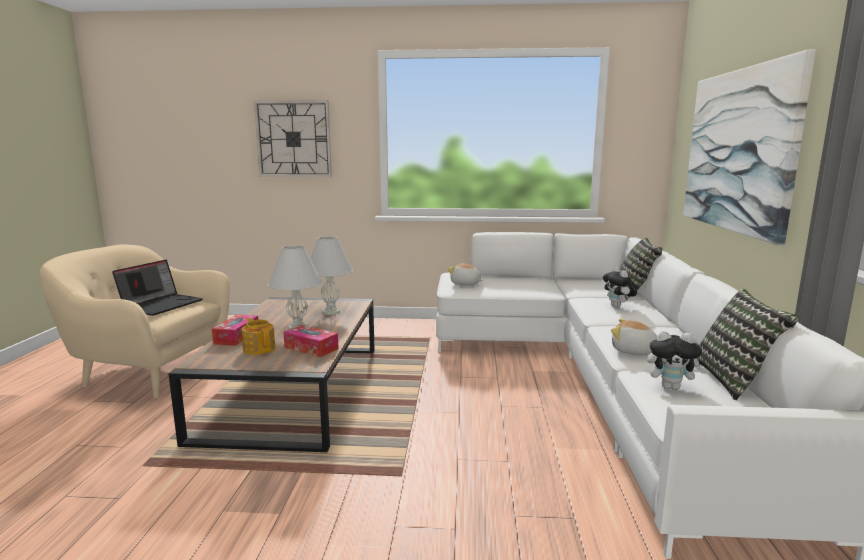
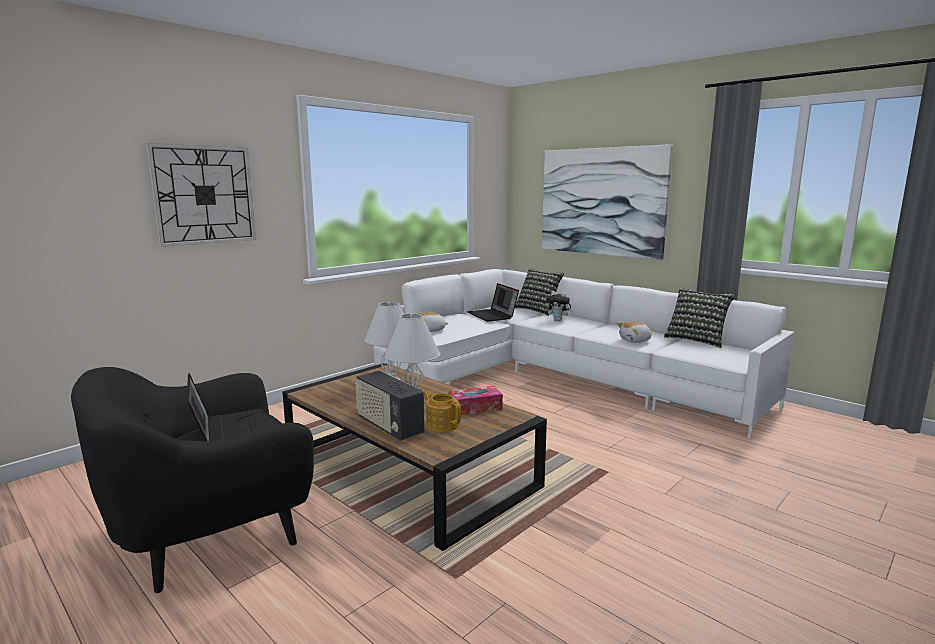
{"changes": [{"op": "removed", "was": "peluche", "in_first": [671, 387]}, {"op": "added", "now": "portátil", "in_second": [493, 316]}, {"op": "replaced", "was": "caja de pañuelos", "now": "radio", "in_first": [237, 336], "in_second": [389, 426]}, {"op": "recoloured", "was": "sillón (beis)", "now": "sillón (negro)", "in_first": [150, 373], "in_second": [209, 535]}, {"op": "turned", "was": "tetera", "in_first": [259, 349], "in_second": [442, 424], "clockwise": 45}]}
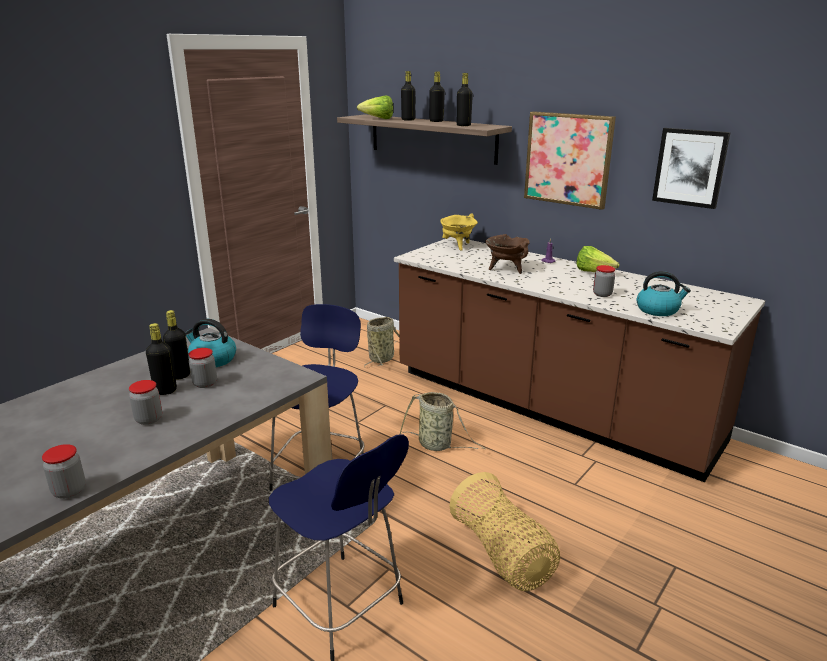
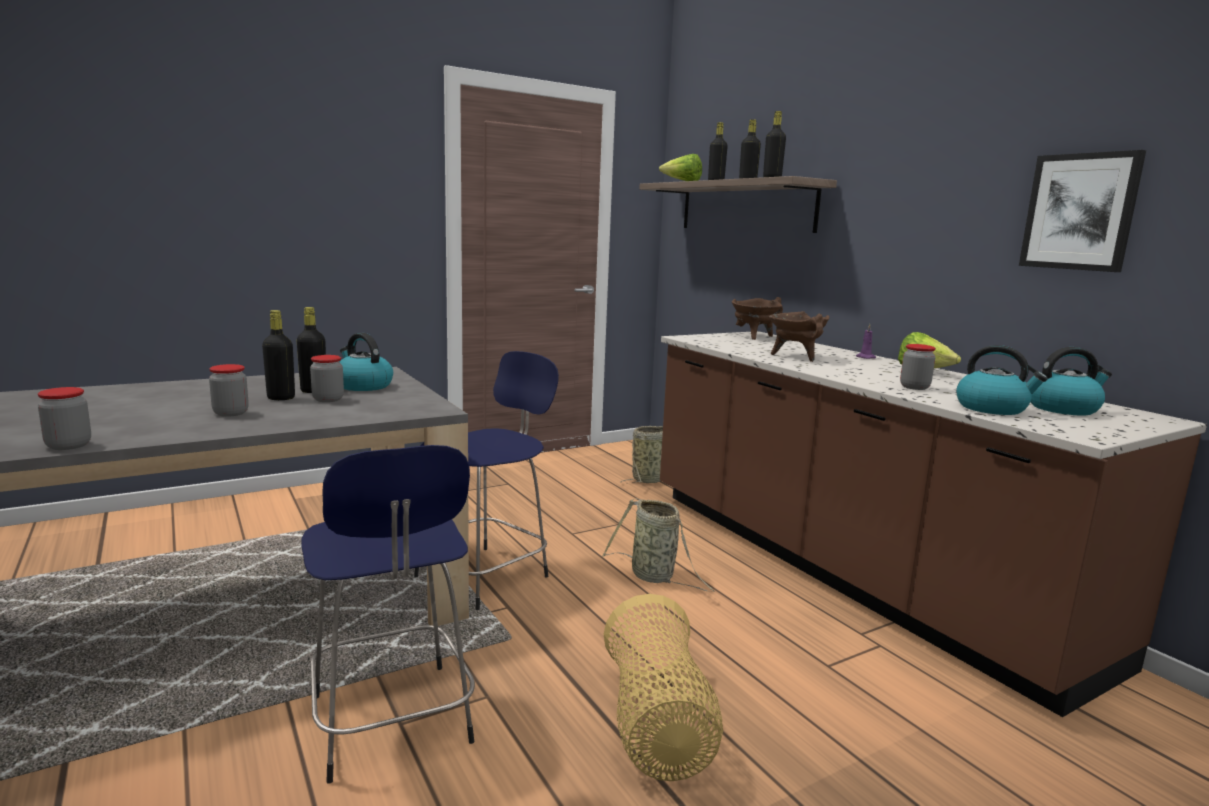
{"changes": [{"op": "removed", "was": "cuadro", "in_first": [568, 159]}, {"op": "added", "now": "hervidor", "in_second": [1063, 409]}, {"op": "recoloured", "was": "olla (amarillo)", "now": "olla (marrón)", "in_first": [457, 246], "in_second": [753, 337]}]}
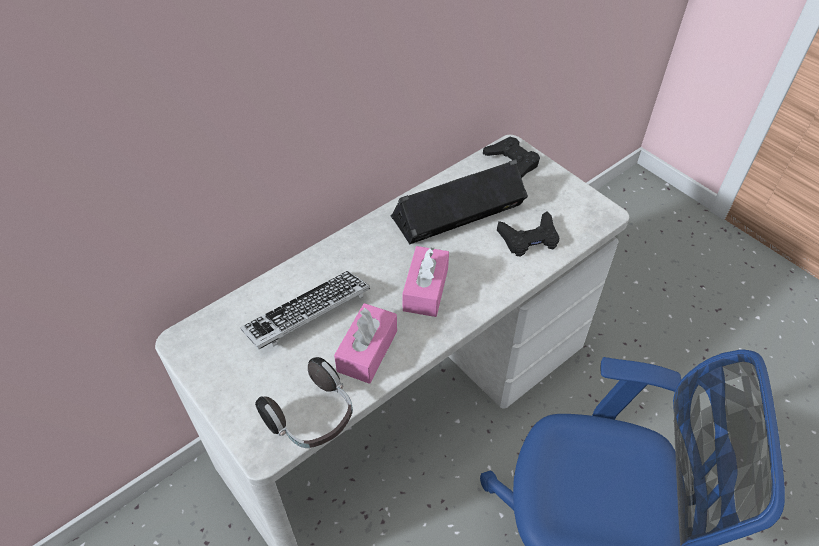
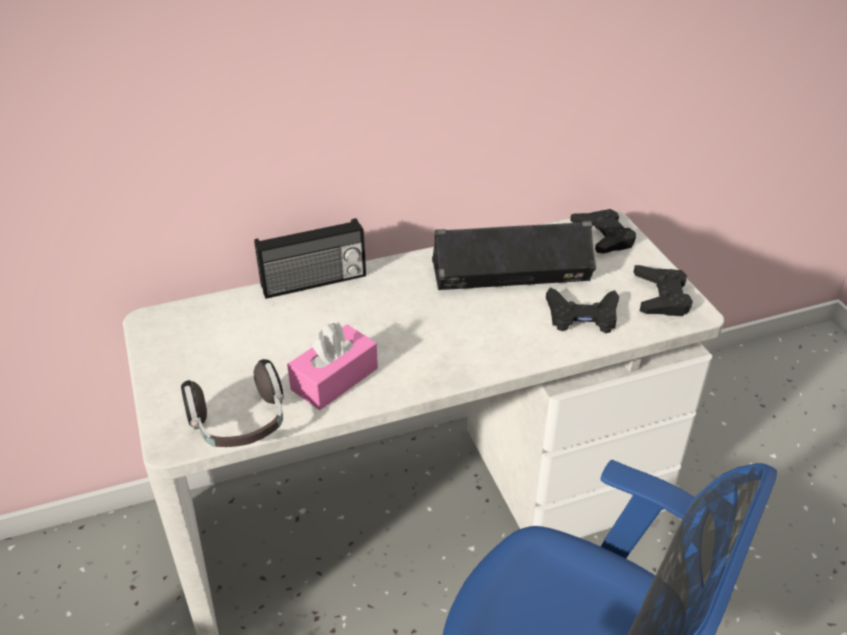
{"changes": [{"op": "removed", "was": "teclado", "in_first": [307, 314]}, {"op": "removed", "was": "caja de pañuelos (rosa)", "in_first": [425, 289]}, {"op": "added", "now": "radio", "in_second": [314, 283]}, {"op": "added", "now": "mando de consola (negro)", "in_second": [661, 297]}]}
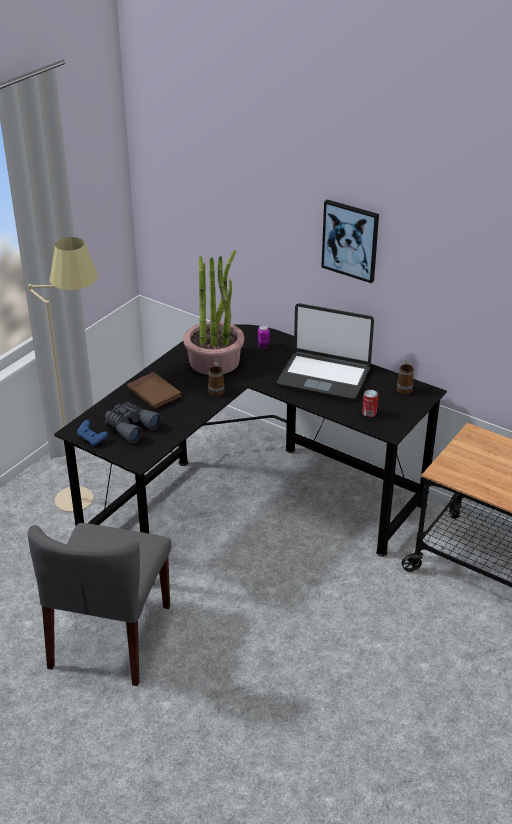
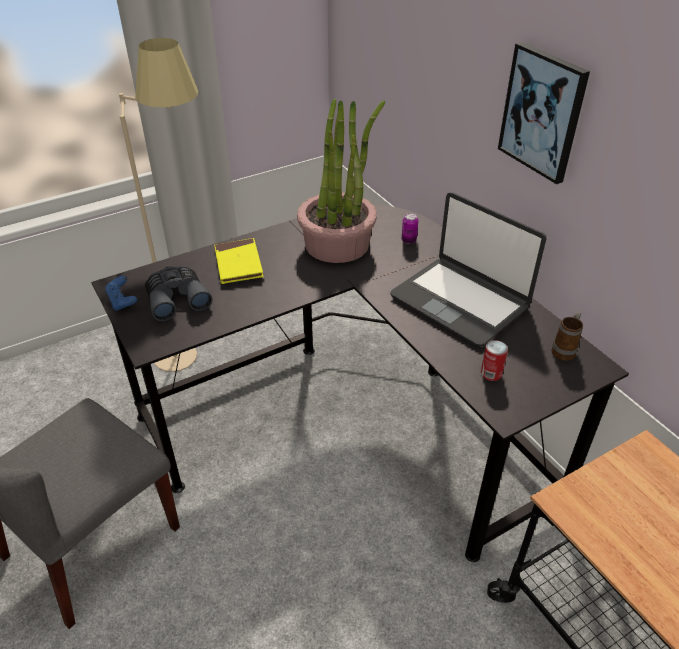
{"changes": [{"op": "removed", "was": "taza grande", "in_first": [216, 389]}, {"op": "recoloured", "was": "libro (marrón)", "now": "libro (amarillo)", "in_first": [154, 393], "in_second": [238, 264]}]}
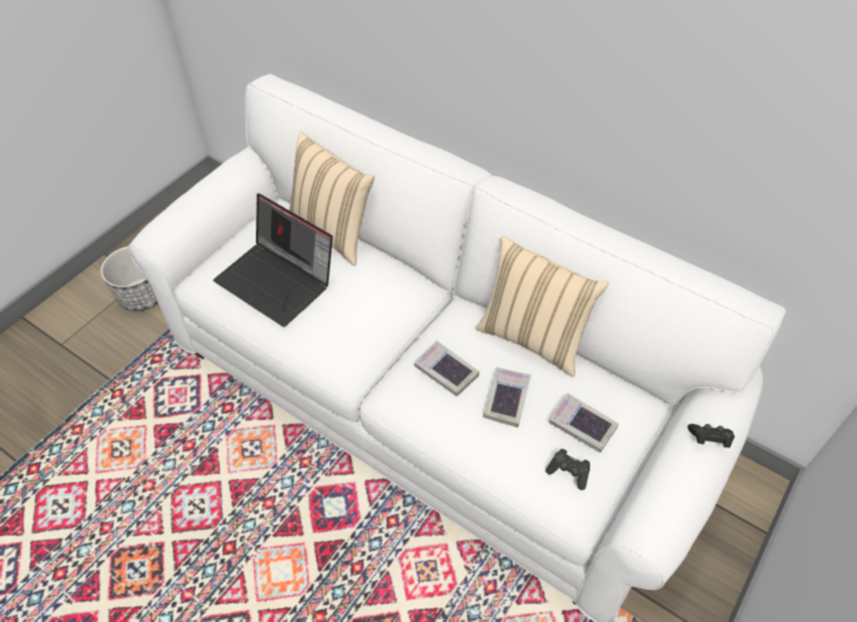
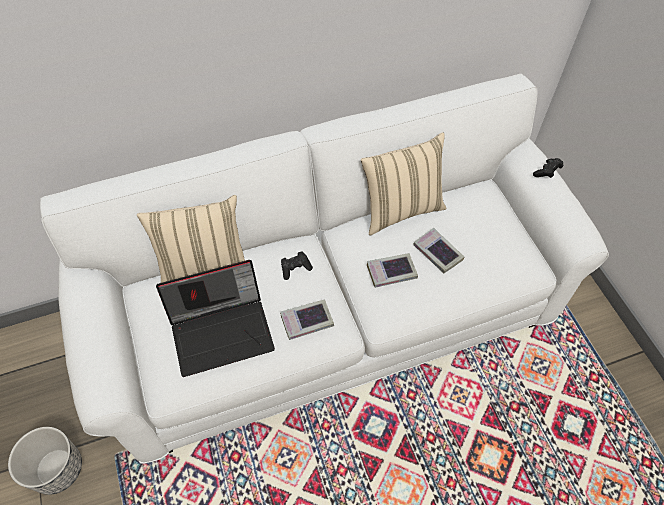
{"changes": [{"op": "moved", "was": "mando de consola (negro)", "in_first": [568, 472], "in_second": [295, 268]}, {"op": "moved", "was": "libro", "in_first": [582, 426], "in_second": [307, 321]}]}
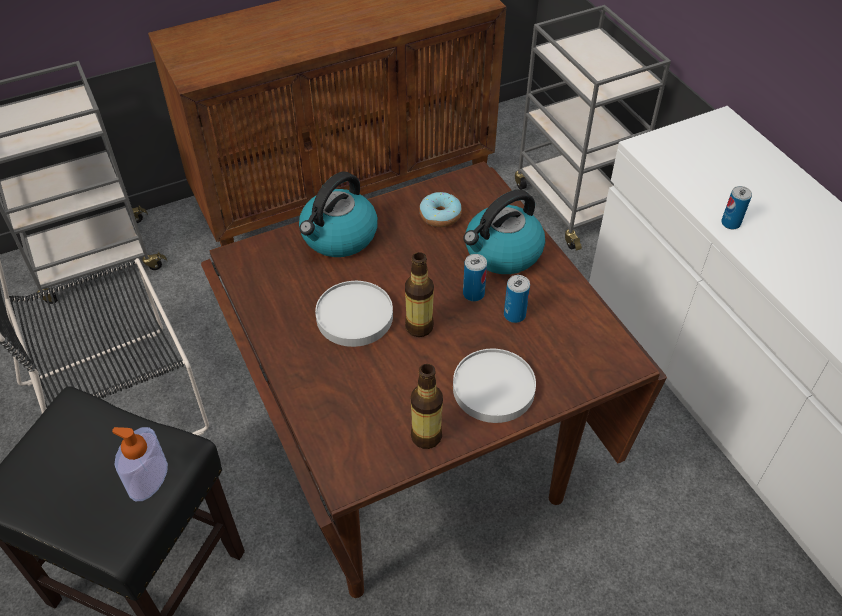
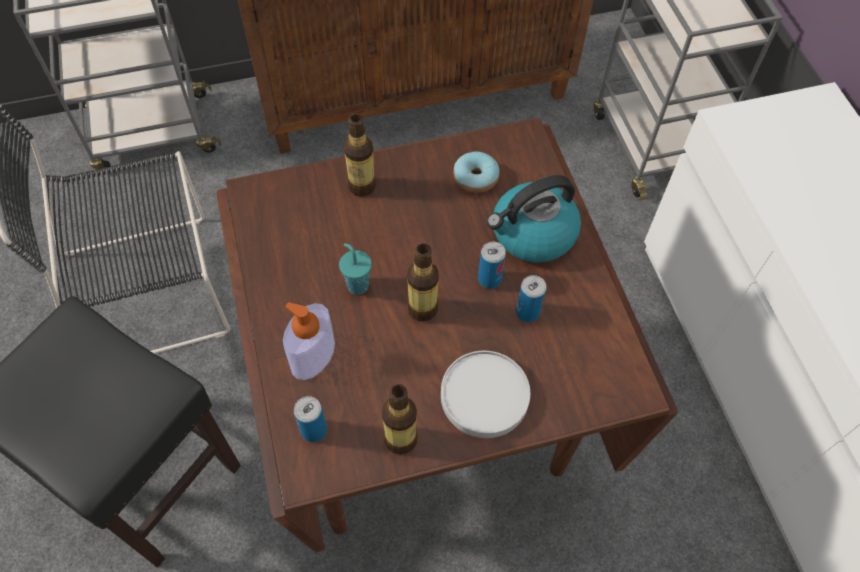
{"changes": [{"op": "moved", "was": "dispensador de jabón", "in_first": [148, 478], "in_second": [313, 355]}, {"op": "moved", "was": "lata", "in_first": [730, 223], "in_second": [314, 430]}, {"op": "replaced", "was": "hervidor", "now": "botella", "in_first": [338, 237], "in_second": [362, 186]}, {"op": "replaced", "was": "plato (blanco)", "now": "taza (turquesa)", "in_first": [354, 316], "in_second": [357, 284]}]}
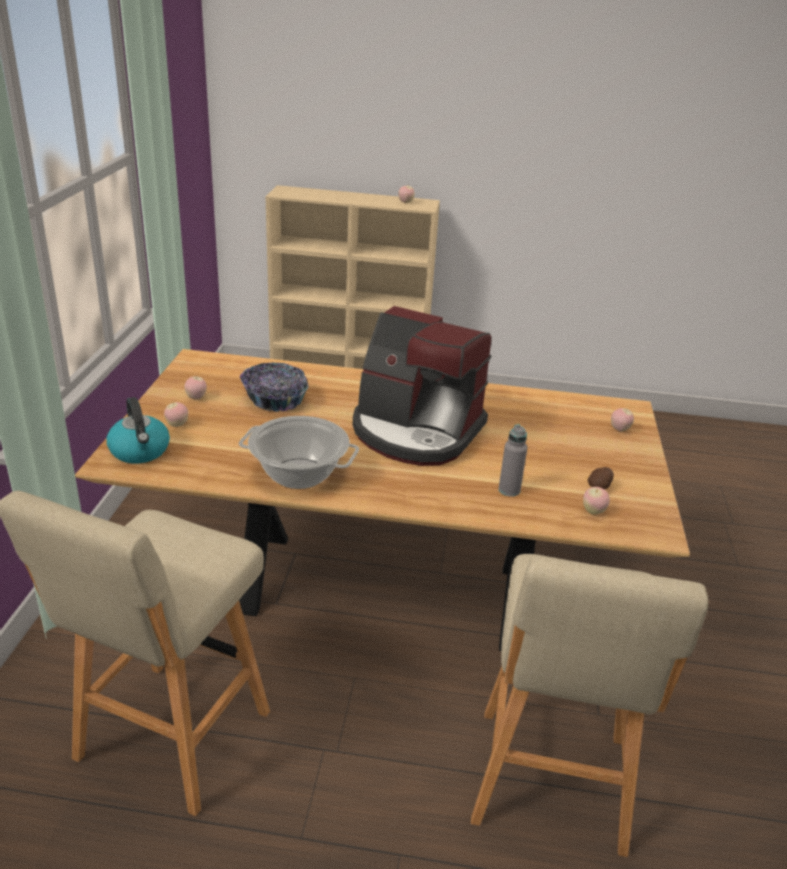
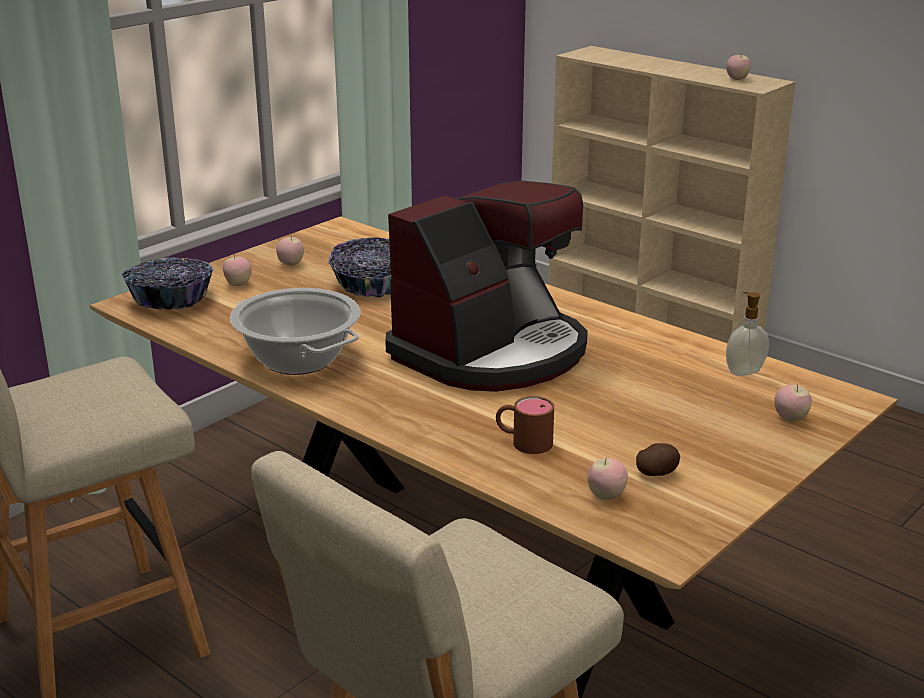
{"changes": [{"op": "added", "now": "dispensador de jabón", "in_second": [743, 371]}, {"op": "replaced", "was": "hervidor", "now": "cuenco", "in_first": [140, 451], "in_second": [172, 299]}, {"op": "replaced", "was": "botella (gris)", "now": "taza grande (marrón)", "in_first": [509, 490], "in_second": [523, 442]}, {"op": "turned", "was": "cafetera", "in_first": [416, 432], "in_second": [492, 352], "clockwise": -105}]}
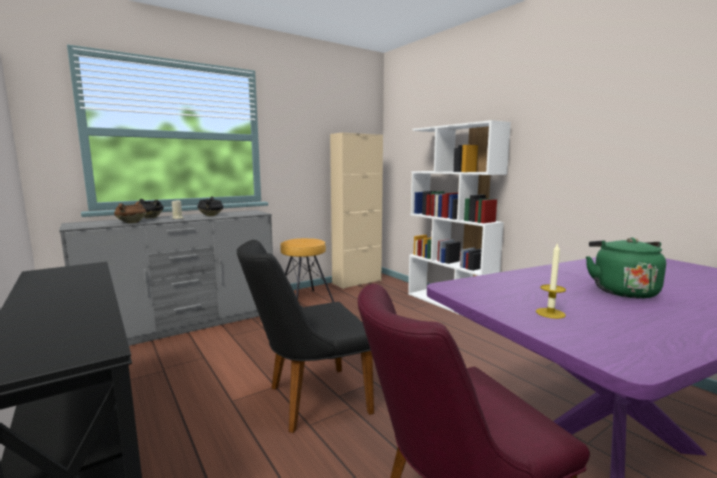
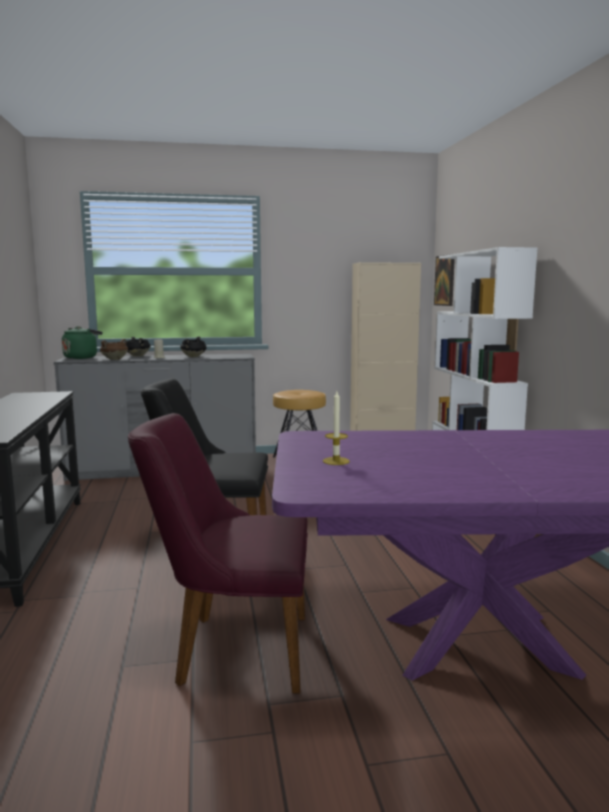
{"changes": [{"op": "added", "now": "cuadro", "in_second": [445, 280]}, {"op": "moved", "was": "hervidor (verde)", "in_first": [621, 291], "in_second": [82, 357]}]}
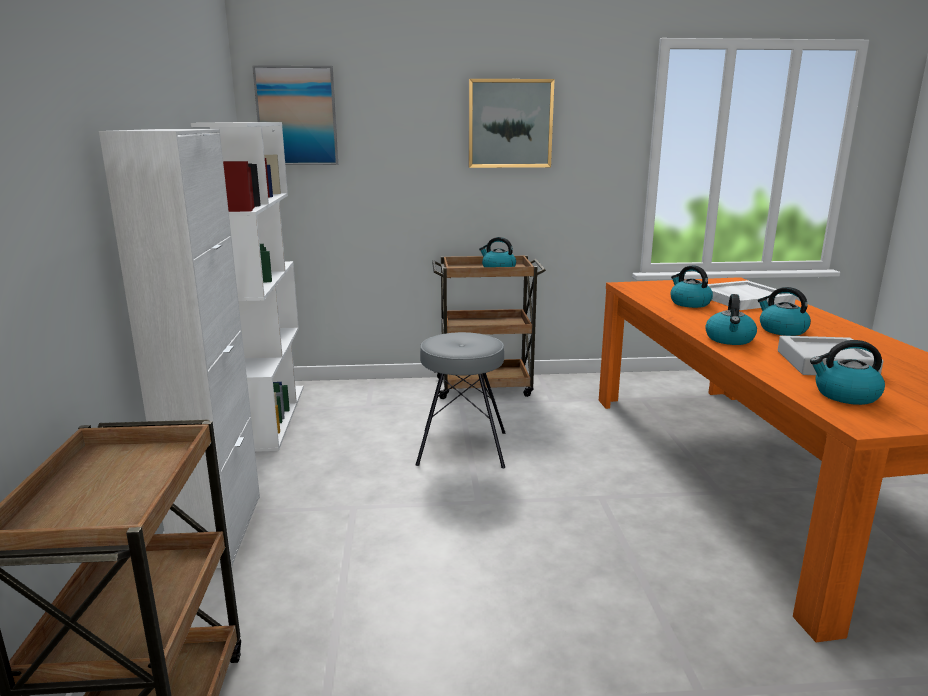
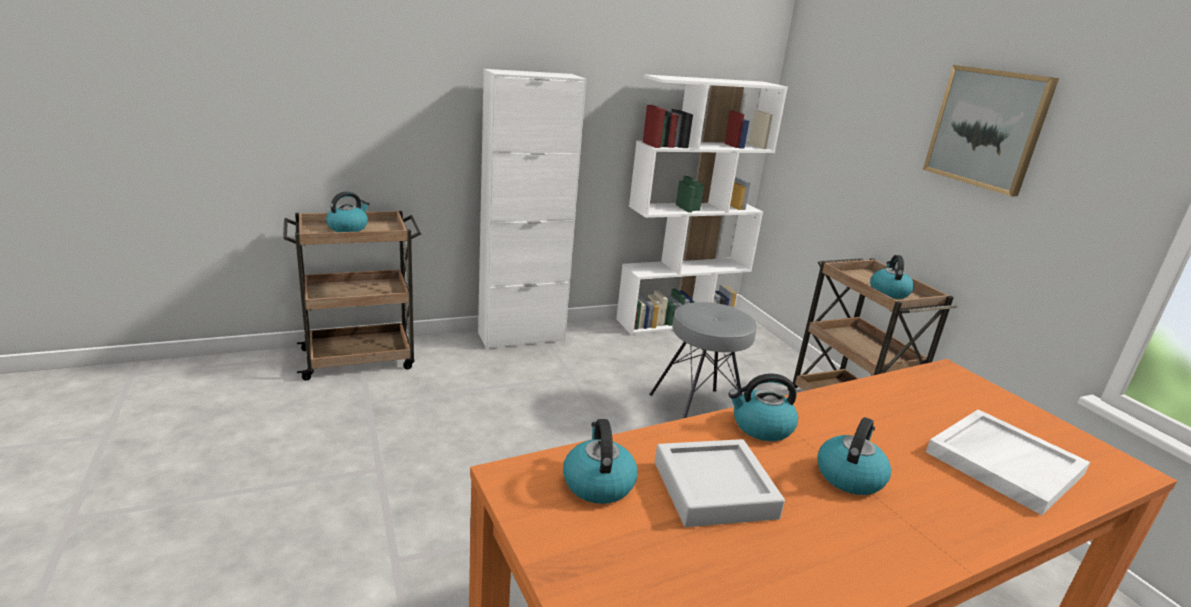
{"changes": [{"op": "removed", "was": "cuadro", "in_first": [297, 116]}, {"op": "moved", "was": "hervidor", "in_first": [689, 303], "in_second": [348, 228]}]}
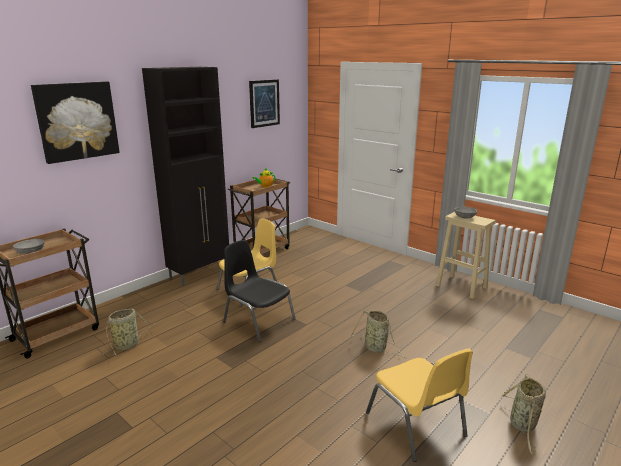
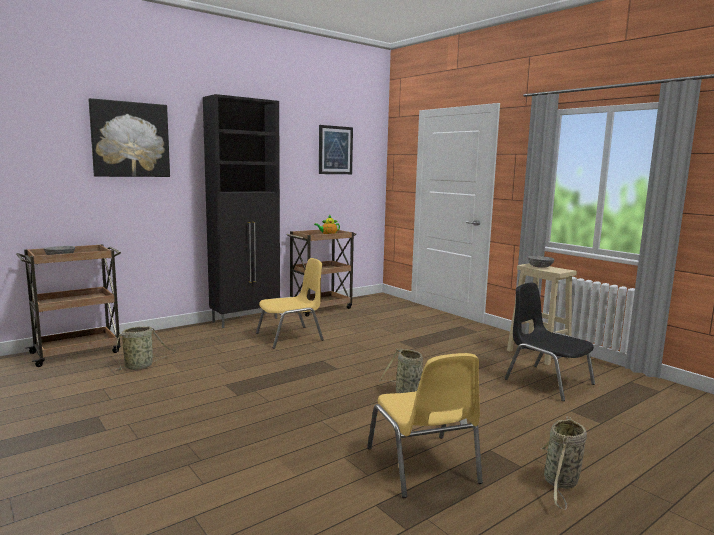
{"changes": [{"op": "moved", "was": "silla (negro)", "in_first": [258, 321], "in_second": [547, 381]}]}
